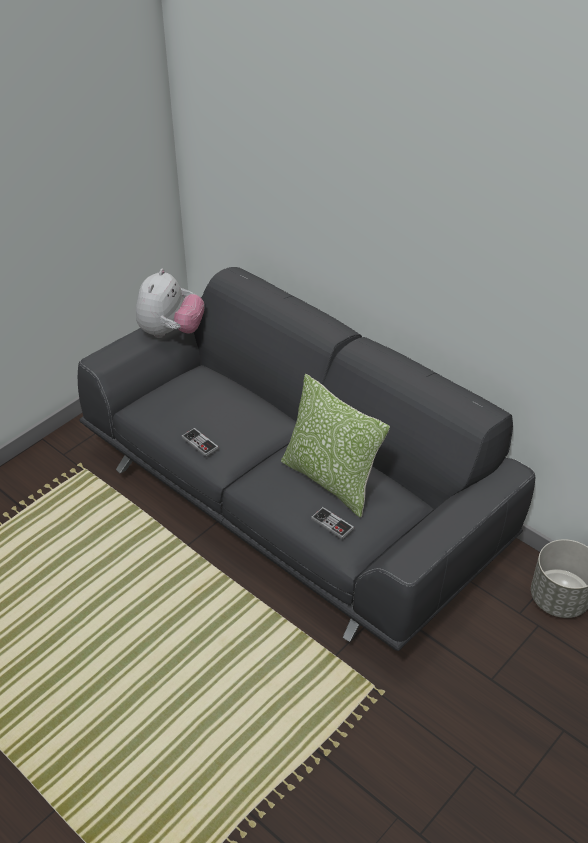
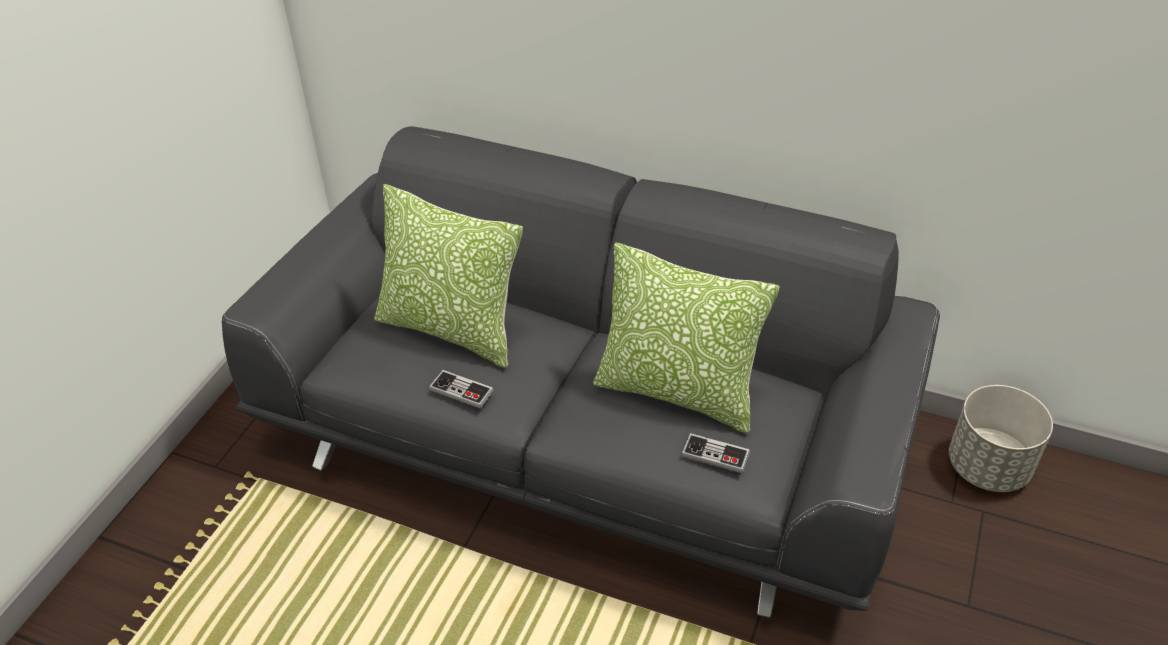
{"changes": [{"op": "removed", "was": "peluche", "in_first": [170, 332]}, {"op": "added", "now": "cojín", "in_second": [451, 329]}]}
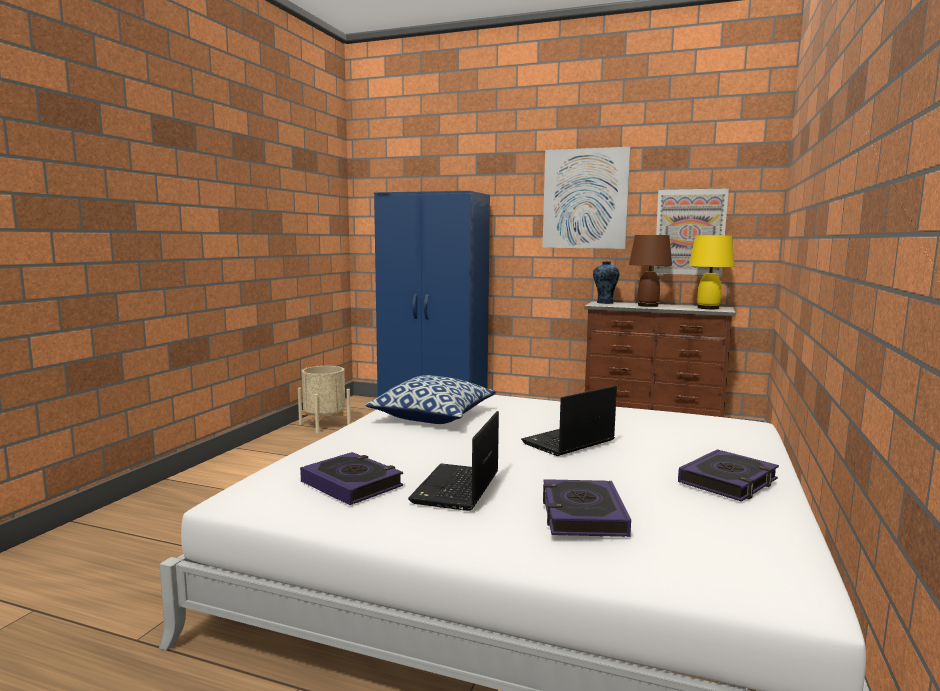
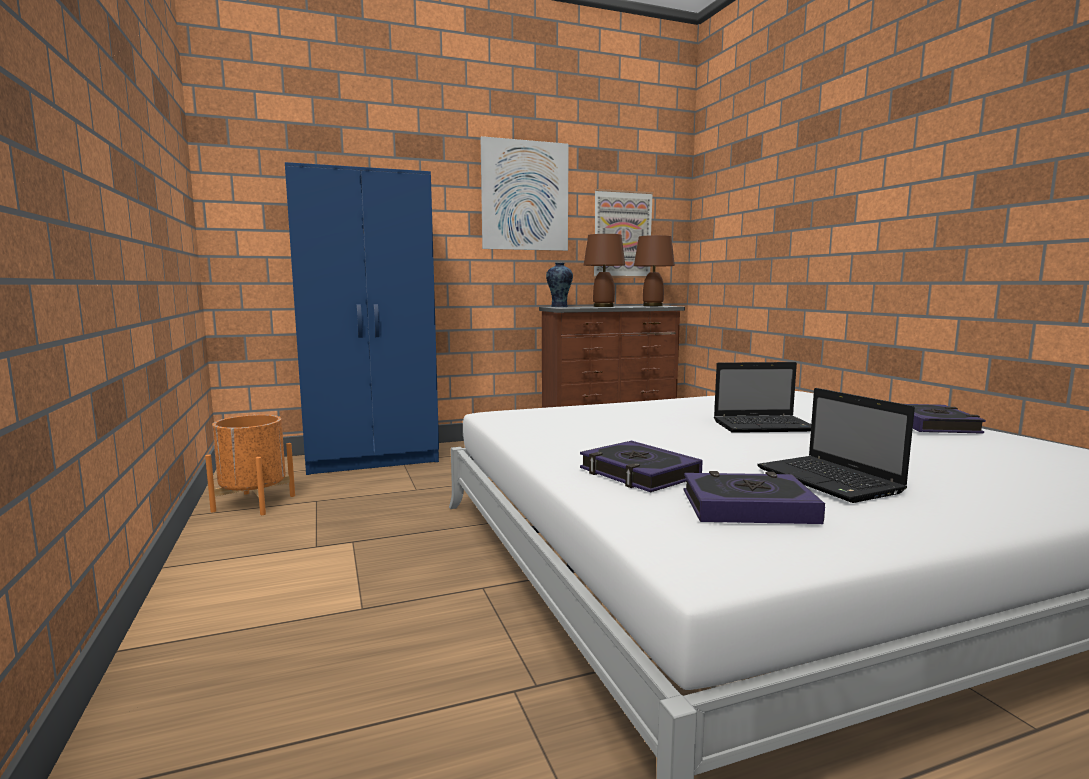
{"changes": [{"op": "removed", "was": "cojín", "in_first": [433, 416]}, {"op": "moved", "was": "libro", "in_first": [582, 515], "in_second": [639, 473]}, {"op": "recoloured", "was": "maceta (beis)", "now": "maceta (naranja)", "in_first": [324, 425], "in_second": [254, 503]}, {"op": "recoloured", "was": "lámpara de mesa (amarillo)", "now": "lámpara de mesa (marrón)", "in_first": [708, 308], "in_second": [653, 306]}, {"op": "turned", "was": "portátil", "in_first": [567, 443], "in_second": [765, 426], "clockwise": -105}]}
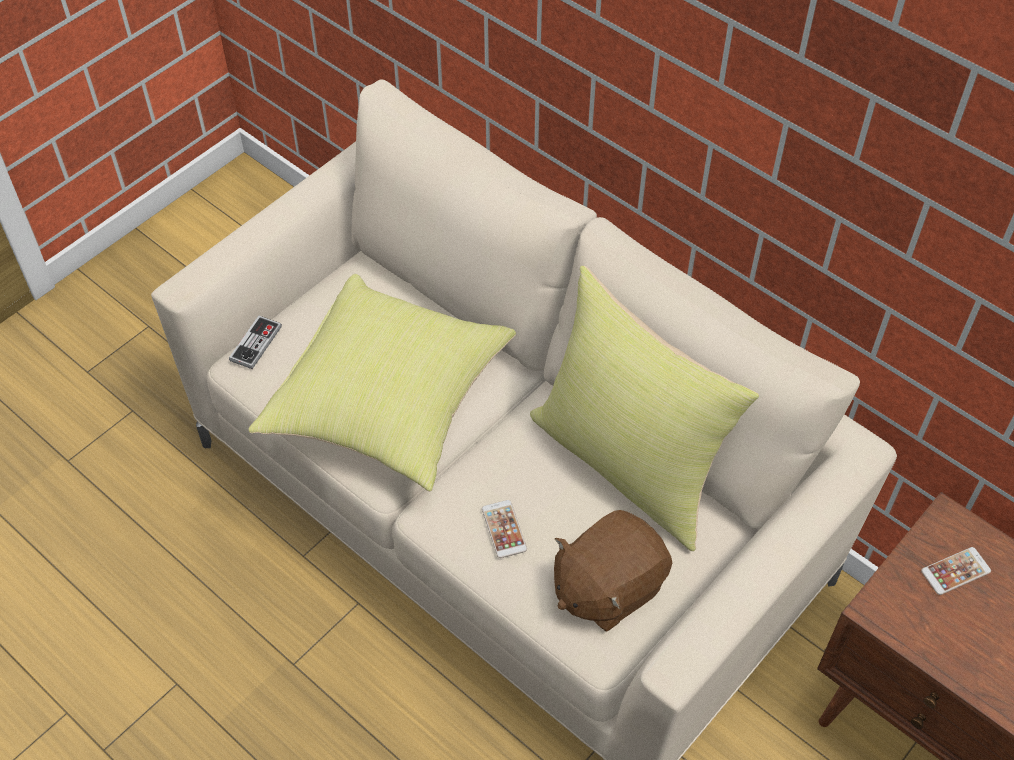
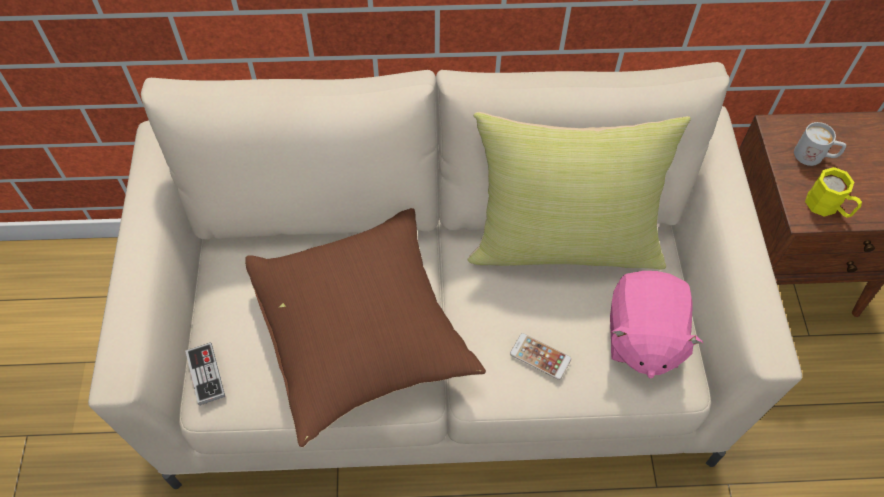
{"changes": [{"op": "added", "now": "taza grande (amarillo)", "in_second": [828, 207]}, {"op": "replaced", "was": "móvil", "now": "taza grande (blanco)", "in_first": [955, 571], "in_second": [814, 156]}, {"op": "recoloured", "was": "cojín (amarillo)", "now": "cojín (marrón)", "in_first": [390, 405], "in_second": [364, 336]}, {"op": "recoloured", "was": "peluche (marrón)", "now": "peluche (rosa)", "in_first": [607, 587], "in_second": [642, 337]}]}
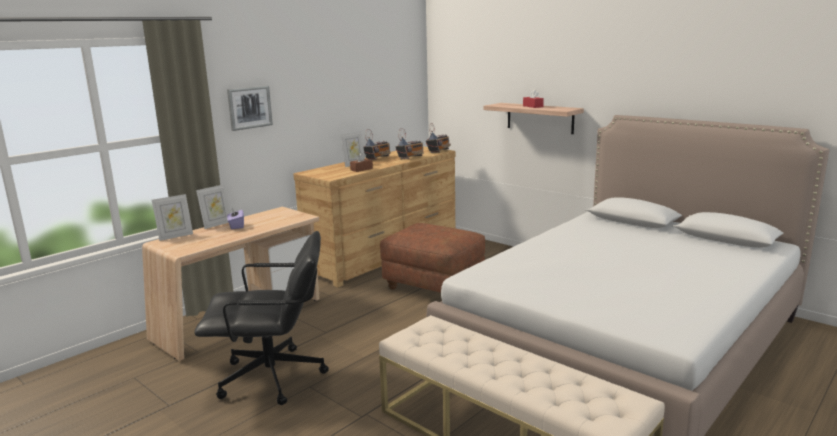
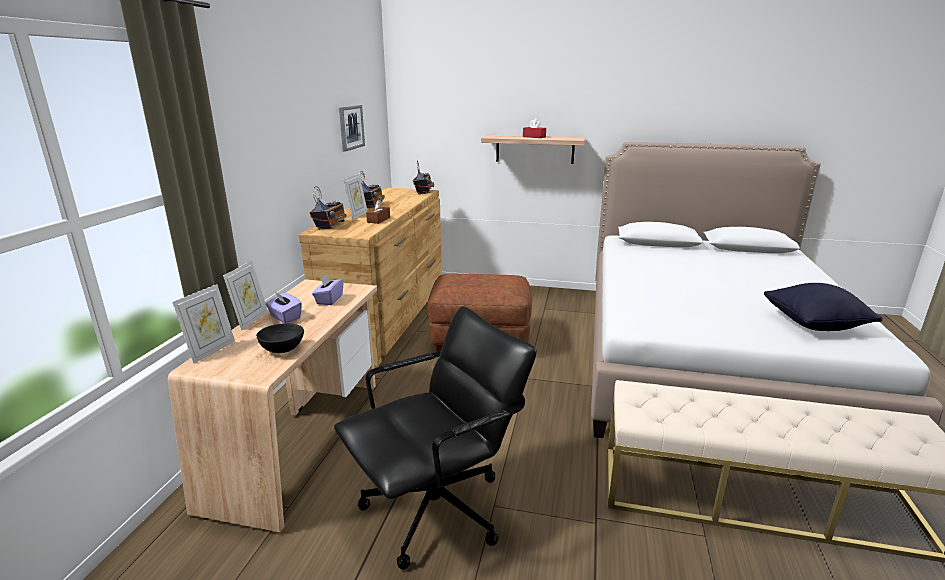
{"changes": [{"op": "added", "now": "cuenco (negro)", "in_second": [282, 349]}, {"op": "added", "now": "caja de pañuelos (morado)", "in_second": [329, 300]}, {"op": "added", "now": "cojín (negro)", "in_second": [814, 324]}, {"op": "moved", "was": "cuadro", "in_first": [249, 107], "in_second": [351, 127]}, {"op": "moved", "was": "radio", "in_first": [410, 158], "in_second": [330, 226]}]}
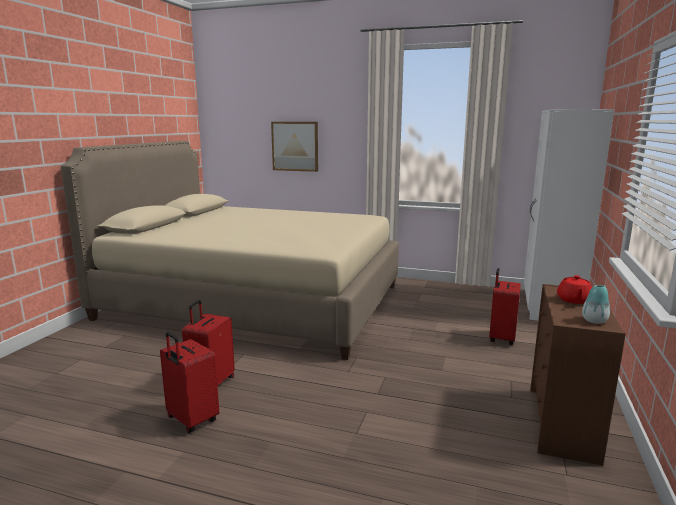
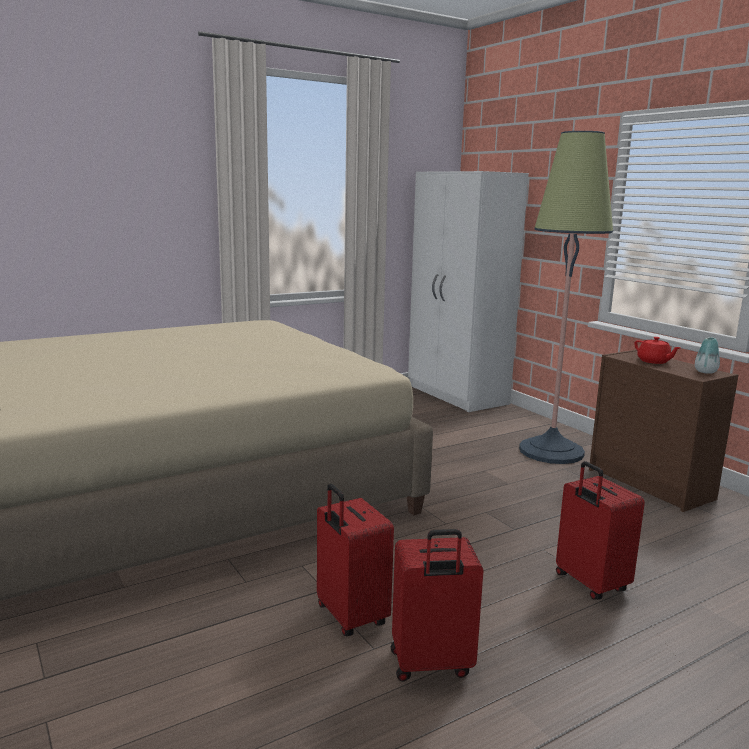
{"changes": [{"op": "removed", "was": "cuadro", "in_first": [295, 146]}, {"op": "added", "now": "lámpara de pie", "in_second": [551, 451]}, {"op": "moved", "was": "maleta (rojo)", "in_first": [501, 338], "in_second": [589, 584]}]}
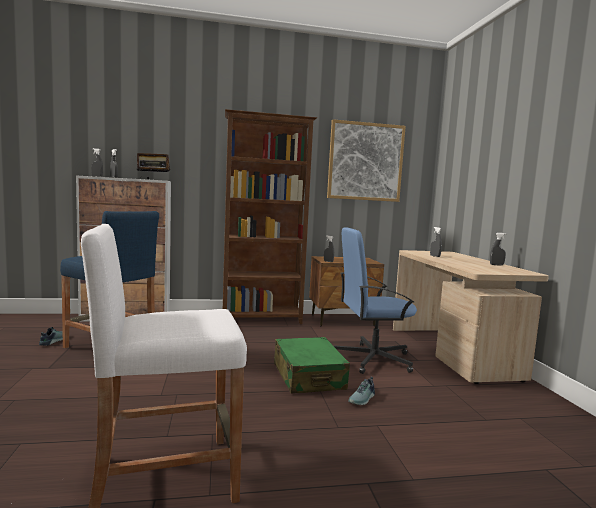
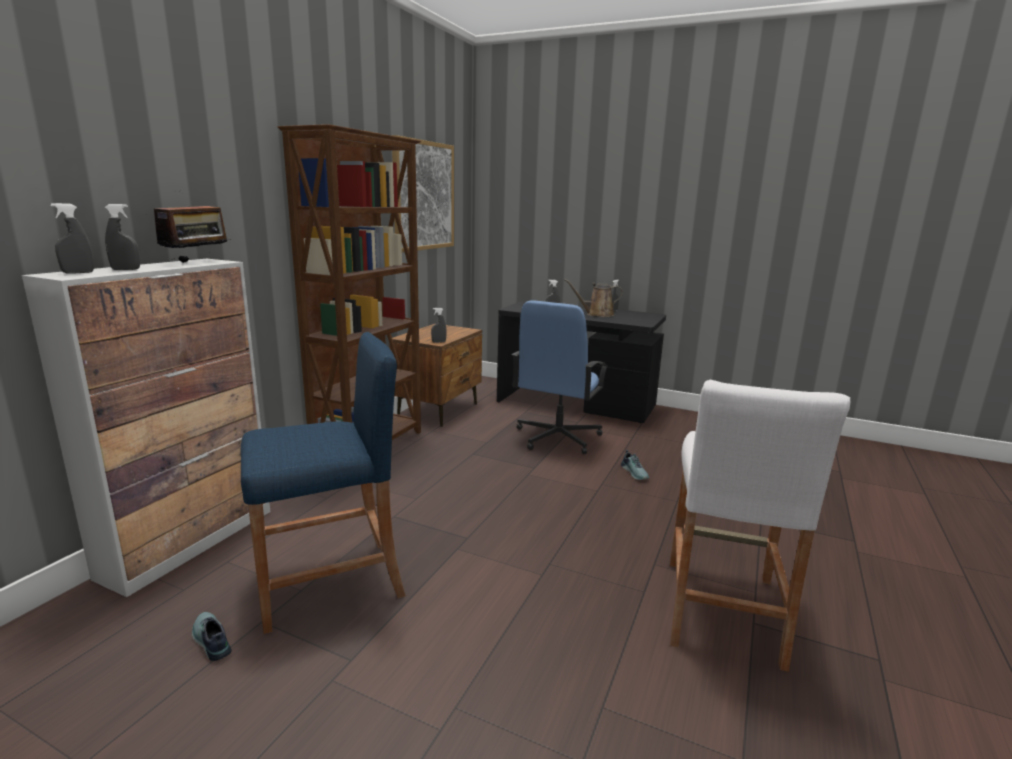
{"changes": [{"op": "removed", "was": "maleta (verde)", "in_first": [308, 376]}, {"op": "added", "now": "regadera (marrón)", "in_second": [597, 314]}, {"op": "recoloured", "was": "escritorio (beis)", "now": "escritorio (negro)", "in_first": [453, 352], "in_second": [576, 403]}]}
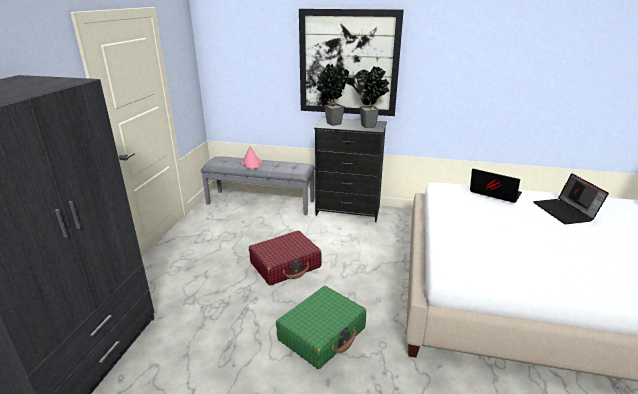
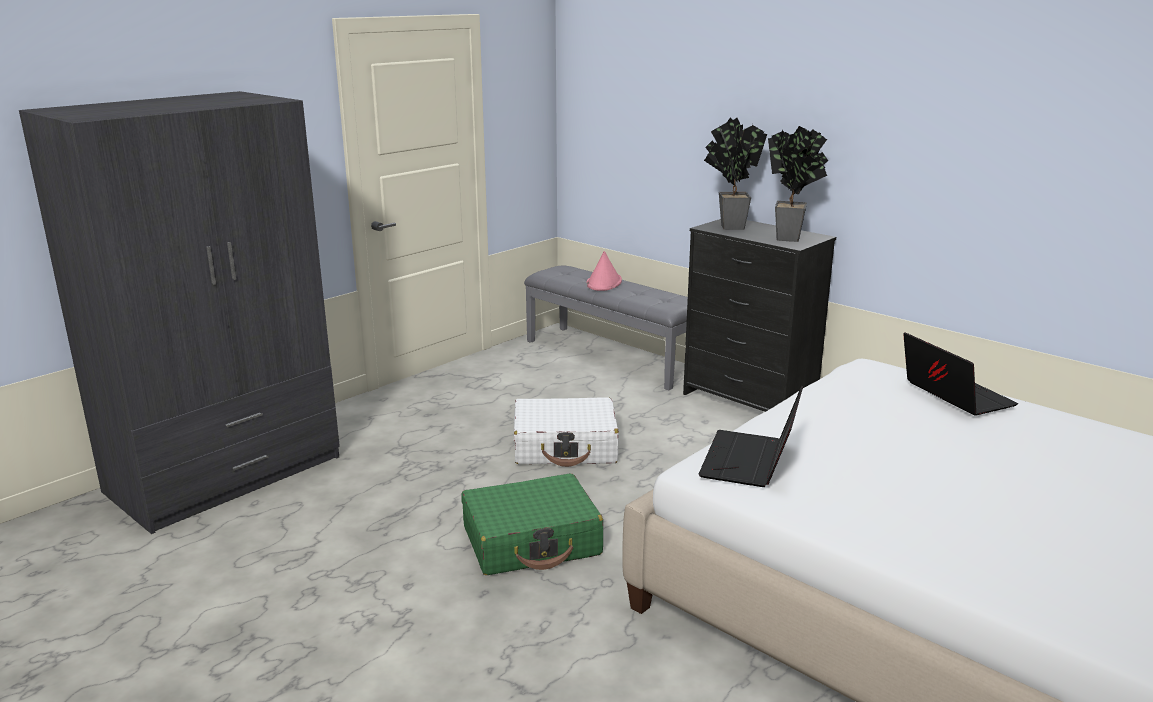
{"changes": [{"op": "removed", "was": "cuadro", "in_first": [348, 63]}, {"op": "moved", "was": "portátil", "in_first": [565, 212], "in_second": [750, 462]}, {"op": "recoloured", "was": "maleta (rojo)", "now": "maleta (blanco)", "in_first": [285, 265], "in_second": [565, 447]}]}
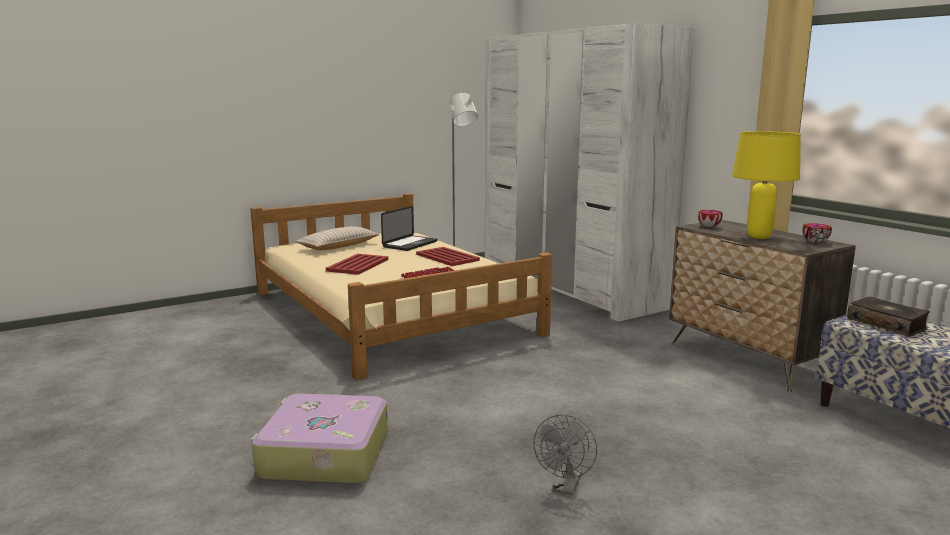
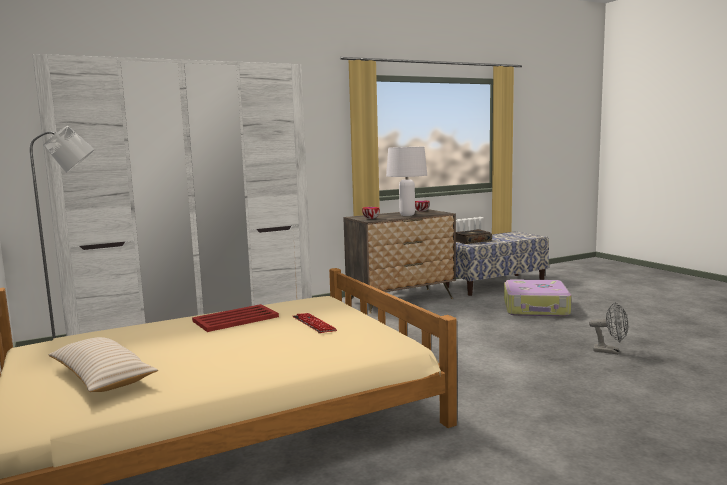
{"changes": [{"op": "removed", "was": "bandeja (rojo)", "in_first": [357, 265]}, {"op": "removed", "was": "portátil", "in_first": [410, 244]}, {"op": "moved", "was": "maleta", "in_first": [323, 455], "in_second": [536, 308]}, {"op": "recoloured", "was": "lámpara de mesa (amarillo)", "now": "lámpara de mesa (blanco)", "in_first": [758, 237], "in_second": [407, 215]}]}
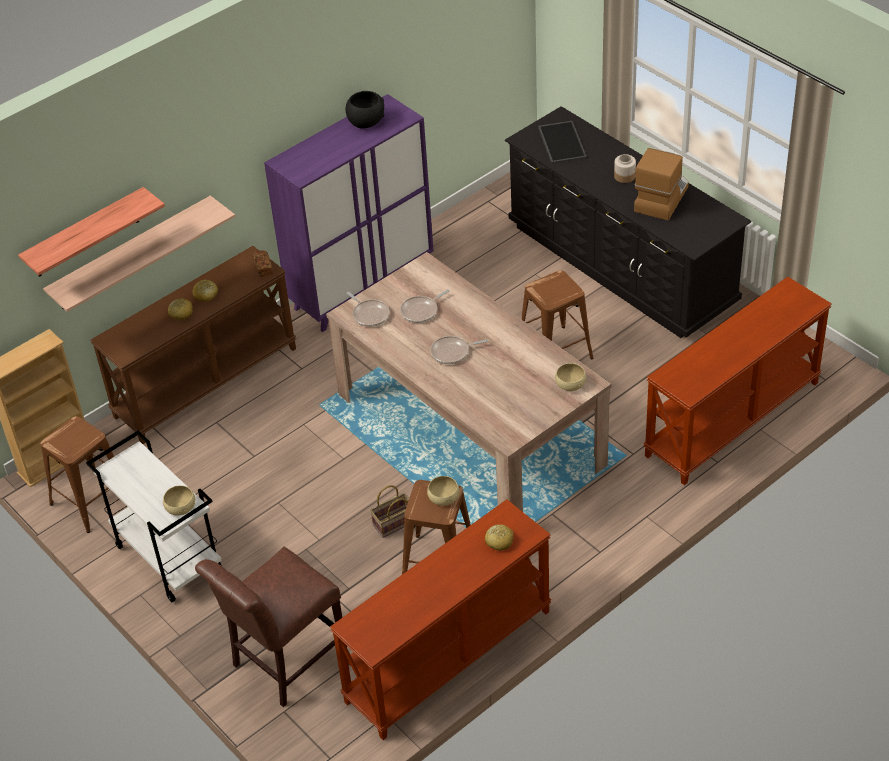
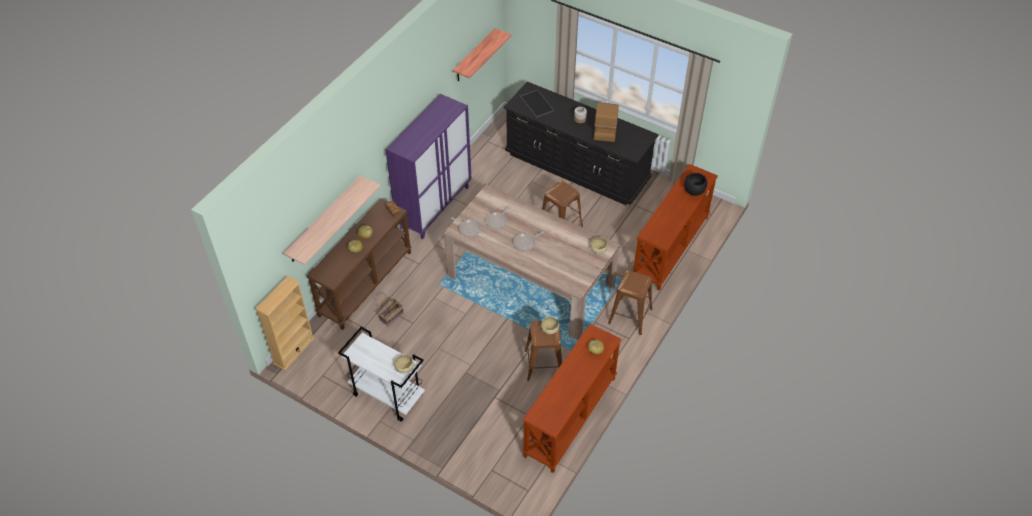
{"changes": [{"op": "removed", "was": "silla (marrón)", "in_first": [284, 662]}, {"op": "moved", "was": "estante", "in_first": [85, 234], "in_second": [474, 56]}, {"op": "moved", "was": "taburete (marrón)", "in_first": [92, 501], "in_second": [630, 316]}, {"op": "moved", "was": "cuenco (negro)", "in_first": [366, 122], "in_second": [694, 190]}, {"op": "moved", "was": "cesta", "in_first": [394, 524], "in_second": [391, 317]}]}
